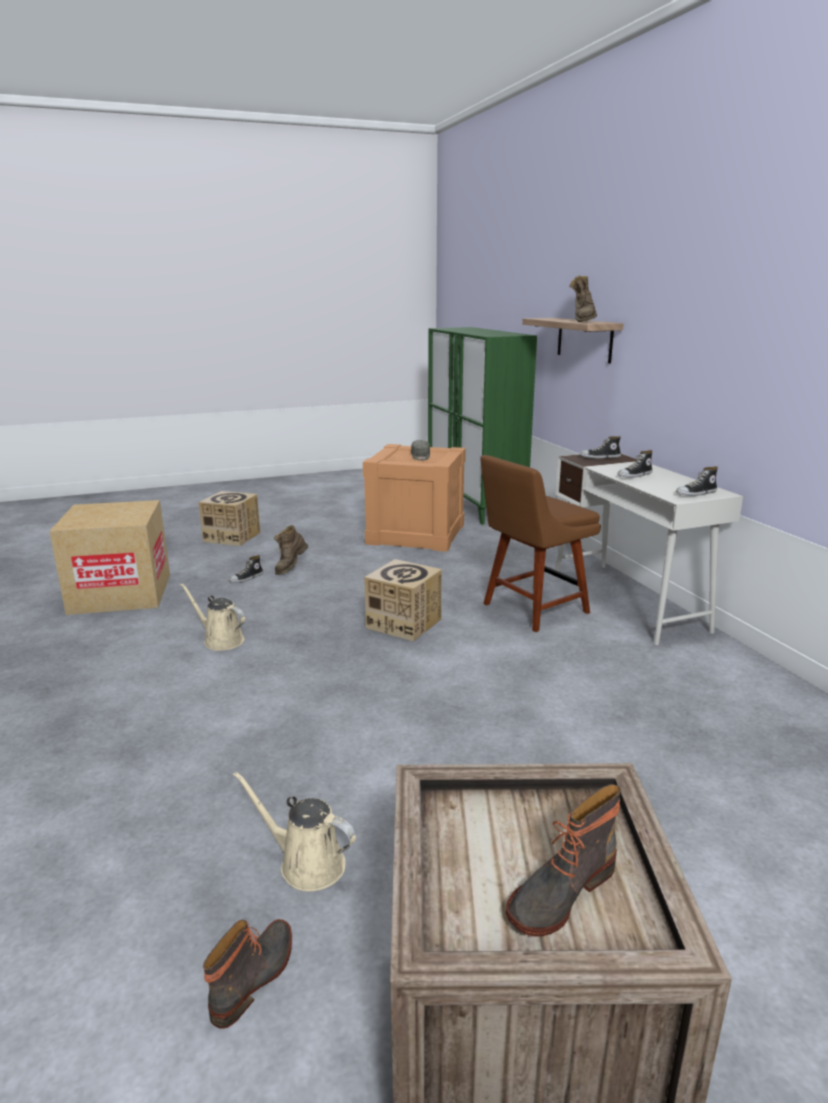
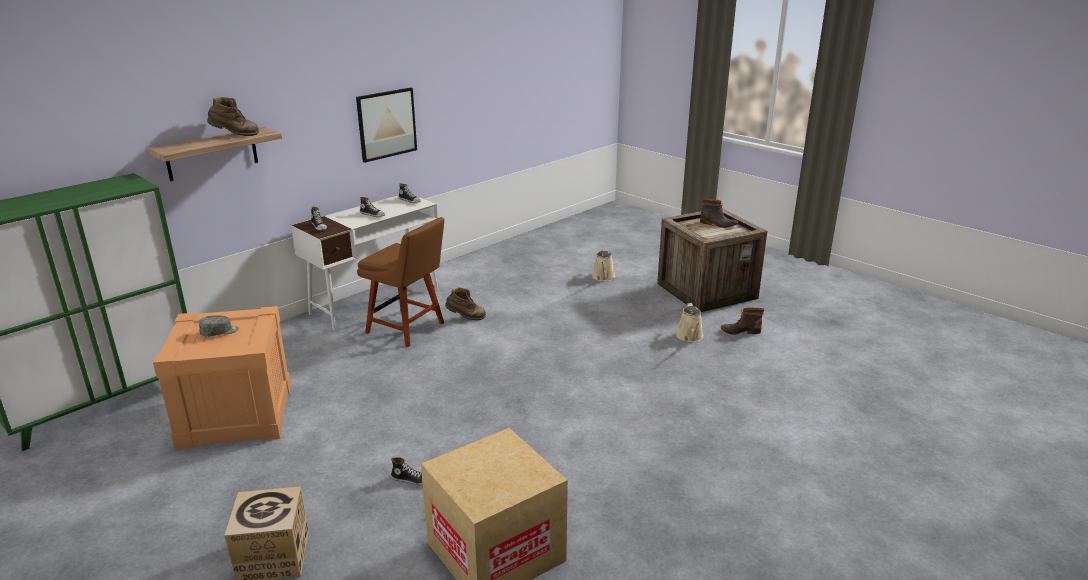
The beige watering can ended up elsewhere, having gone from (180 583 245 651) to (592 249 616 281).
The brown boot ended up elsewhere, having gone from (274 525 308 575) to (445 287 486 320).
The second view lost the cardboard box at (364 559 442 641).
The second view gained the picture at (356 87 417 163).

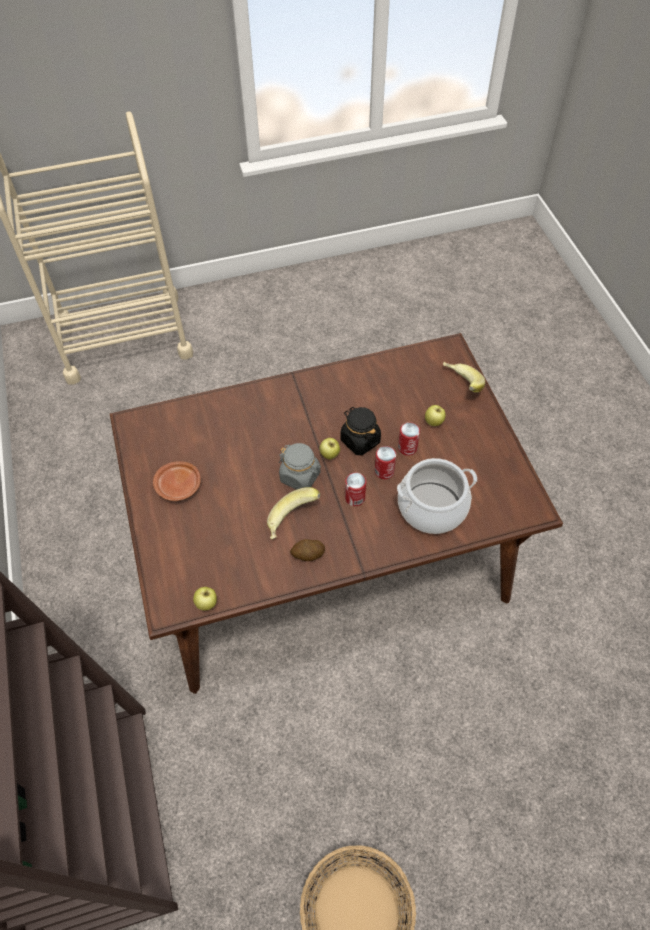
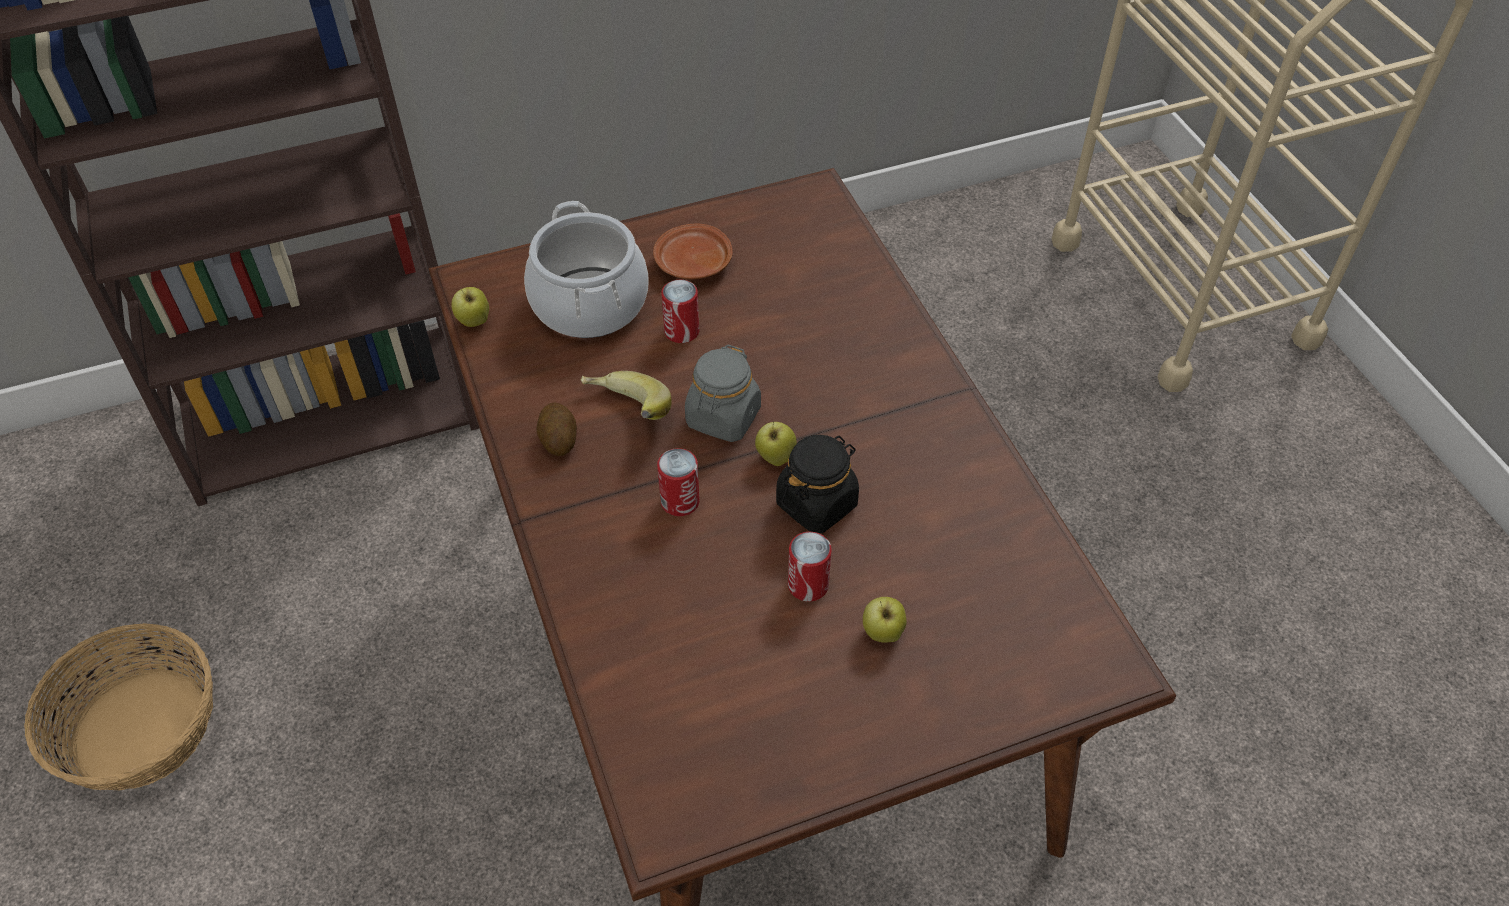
The can ended up elsewhere, having gone from (375 446 396 479) to (661 280 699 343).
The cooking pot ended up elsewhere, having gone from (397 458 477 534) to (524 201 649 338).
The second view lost the banana at (443 362 485 393).

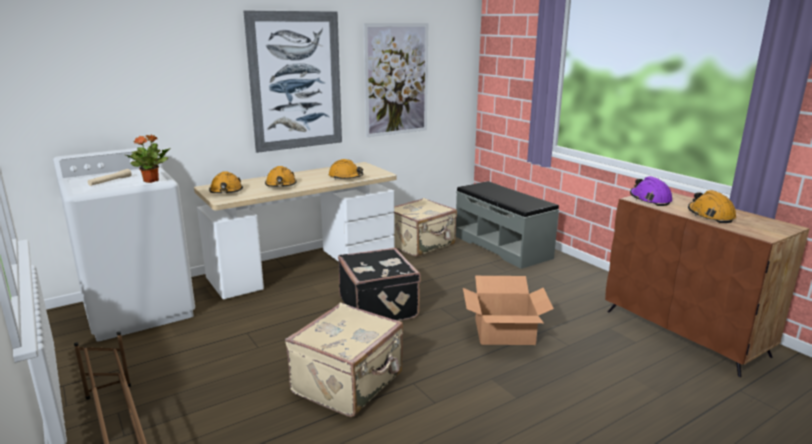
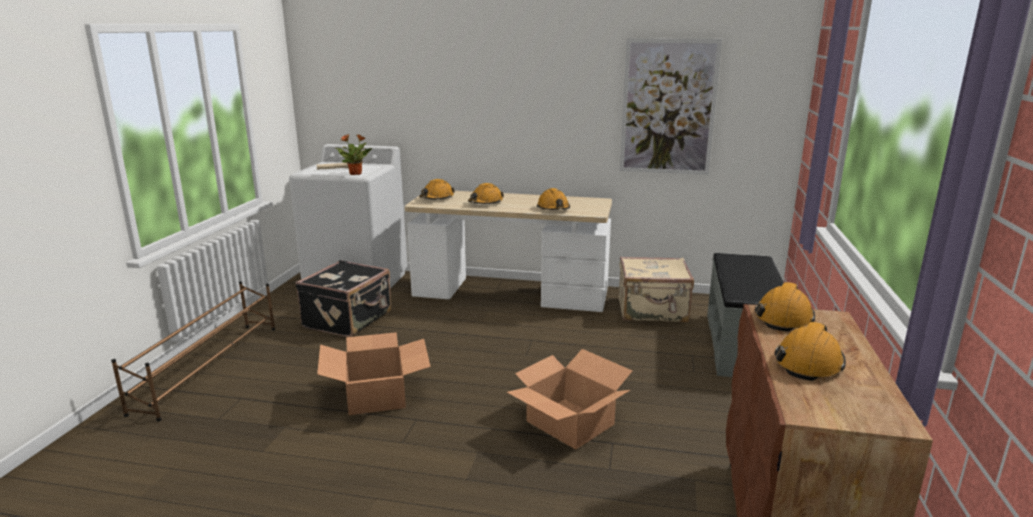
The second view lost the picture at (243 11 342 153).
Where the beige suitcase stood at (285 303 403 417), the cardboard box came to stand at (317 332 431 415).
The black suitcase ended up elsewhere, having gone from (338 248 421 321) to (295 260 392 337).
What was the purple hard hat at (630 176 673 206) turned into the orange hard hat at (755 282 815 332).

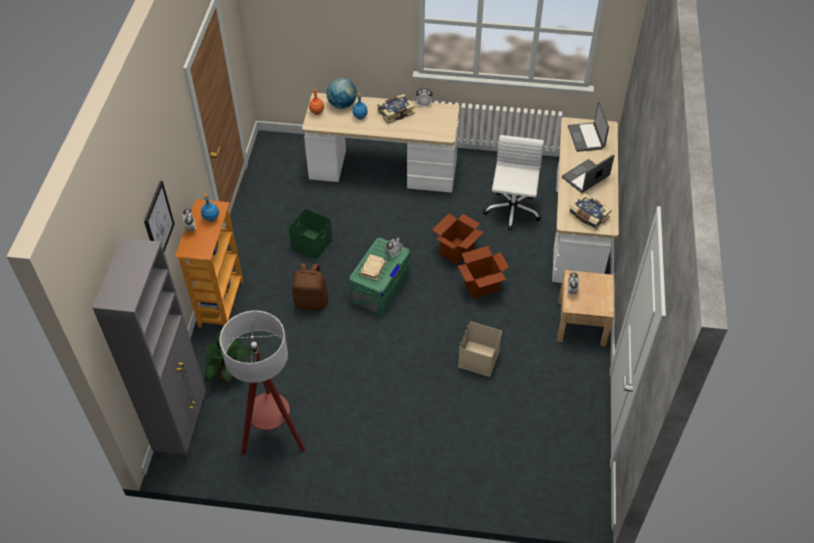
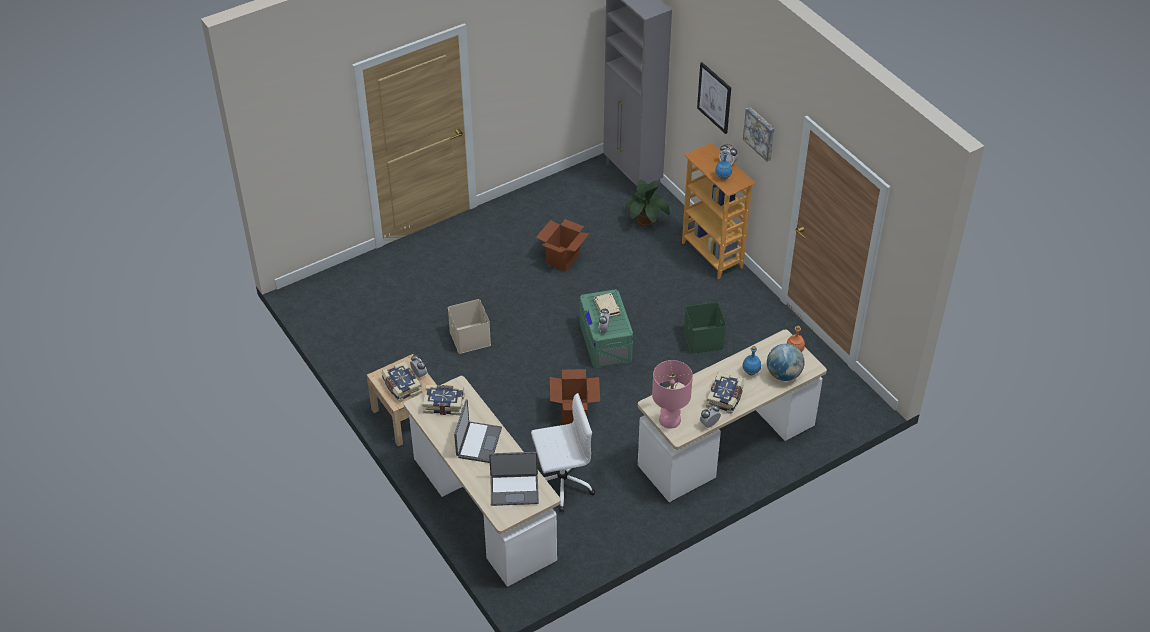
The second view lost the floor lamp at (220 311 306 455).
The second view lost the brown backpack at (292 263 328 310).
The cardboard box ended up elsewhere, having gone from (458 246 509 299) to (536 219 590 271).
The white office chair at (483 135 544 231) ended up facing another way, 75 degrees counterclockwise from before.
The laptop at (568 102 609 152) ended up facing another way, 135 degrees clockwise from before.
The second view gained the book at (382 361 422 402).
The second view gained the pink table lamp at (652 360 693 429).
The second view gained the picture at (743 107 775 161).

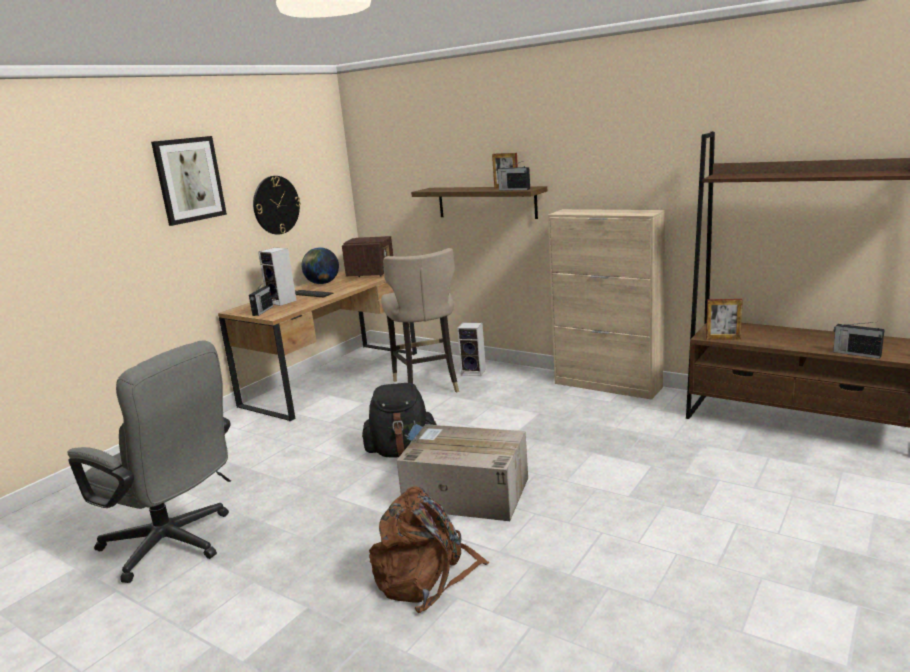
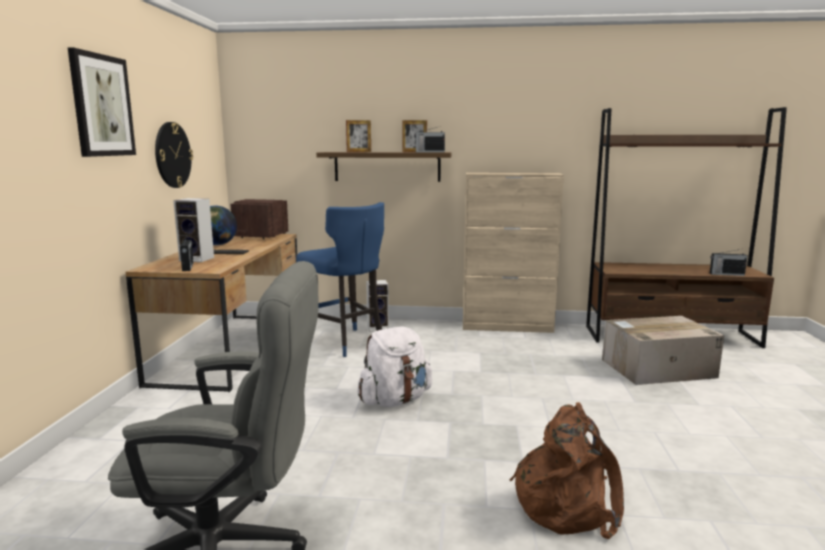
The radio at (342 236 393 277) ended up facing another way, 150 degrees counterclockwise from before.
What was the black backpack at (362 383 437 458) turned into the white backpack at (357 327 432 407).
What was the beige stool at (381 248 459 392) turned into the blue stool at (296 202 384 357).
The cardboard box ended up elsewhere, having gone from (397 424 528 521) to (602 316 724 385).
The picture frame ended up elsewhere, having gone from (706 299 743 339) to (346 120 371 152).

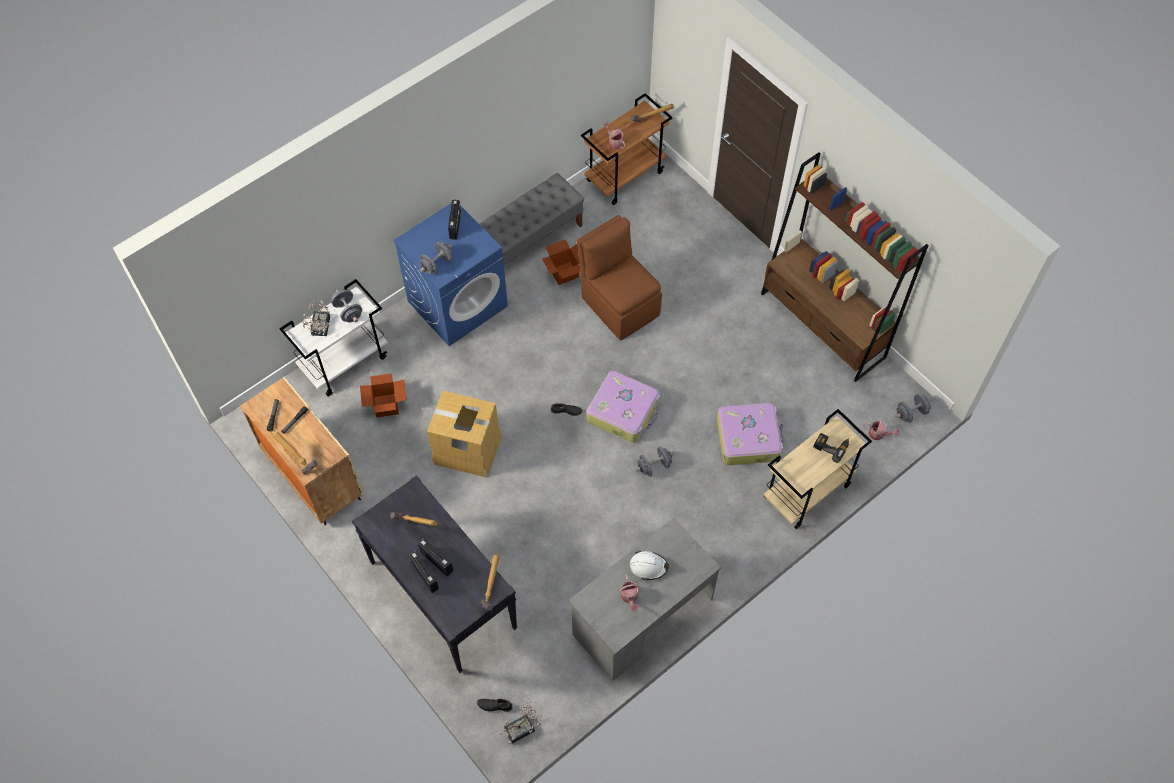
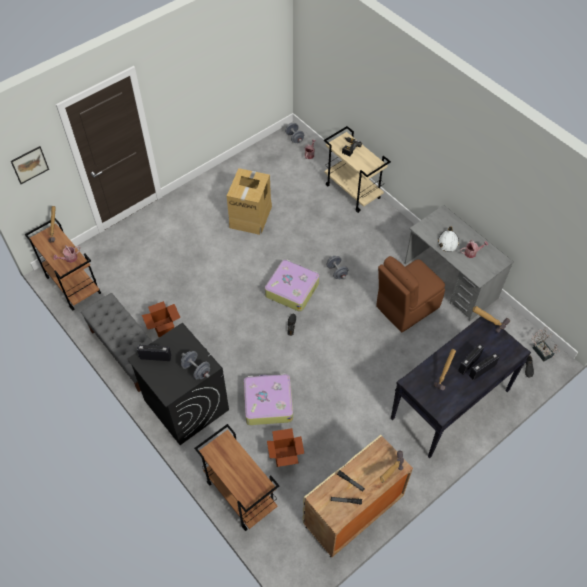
What was the white cart at (279 279 388 396) turned into the brown cart at (194 424 279 531).
The second view lost the potted plant at (302 300 330 336).
The second view lost the grey dumbbell at (331 289 362 322).
What was the blue washing machine at (393 203 508 346) turned into the black washing machine at (127 323 229 445).
The cardboard box ended up elsewhere, having gone from (427 391 502 477) to (227 168 272 235).
The brown chair ended up elsewhere, having gone from (577 215 662 340) to (376 256 445 332).
The suitcase ended up elsewhere, having gone from (717 403 784 465) to (244 373 293 425).
The second view lost the brown bookcase at (761 152 928 382).
The second view gained the picture at (11 146 49 184).

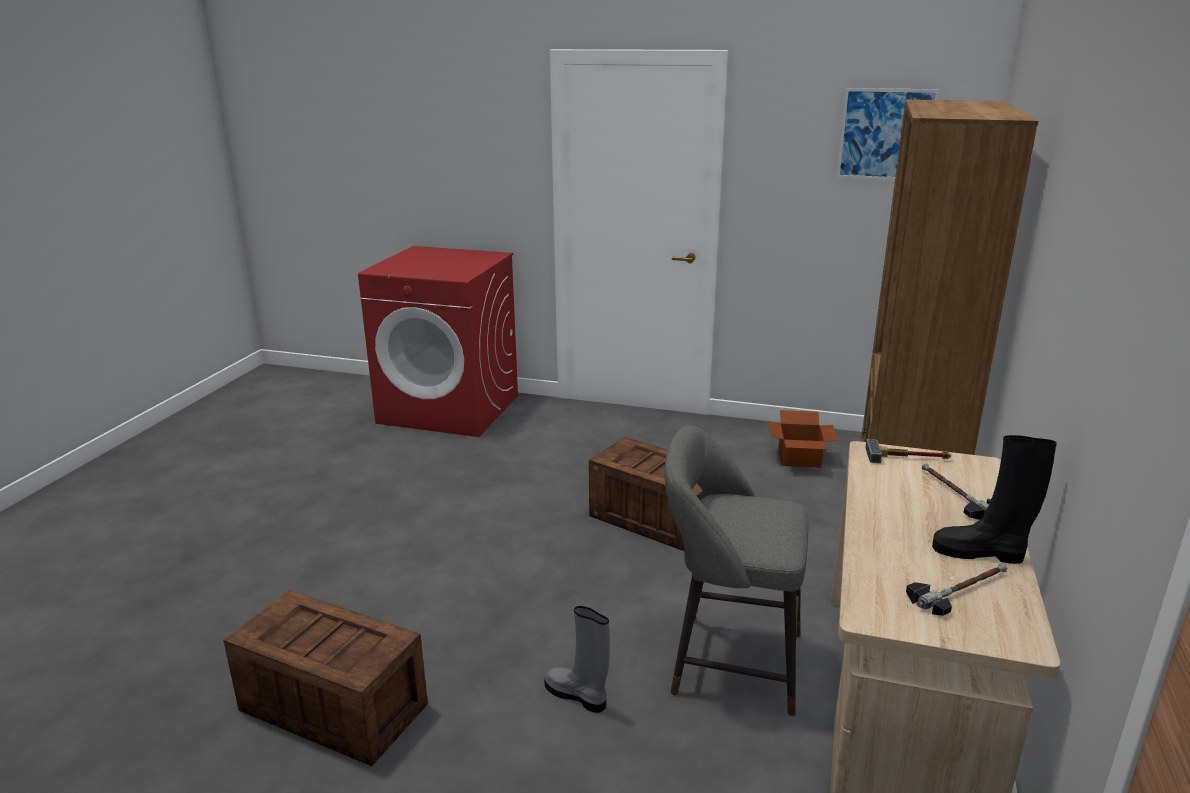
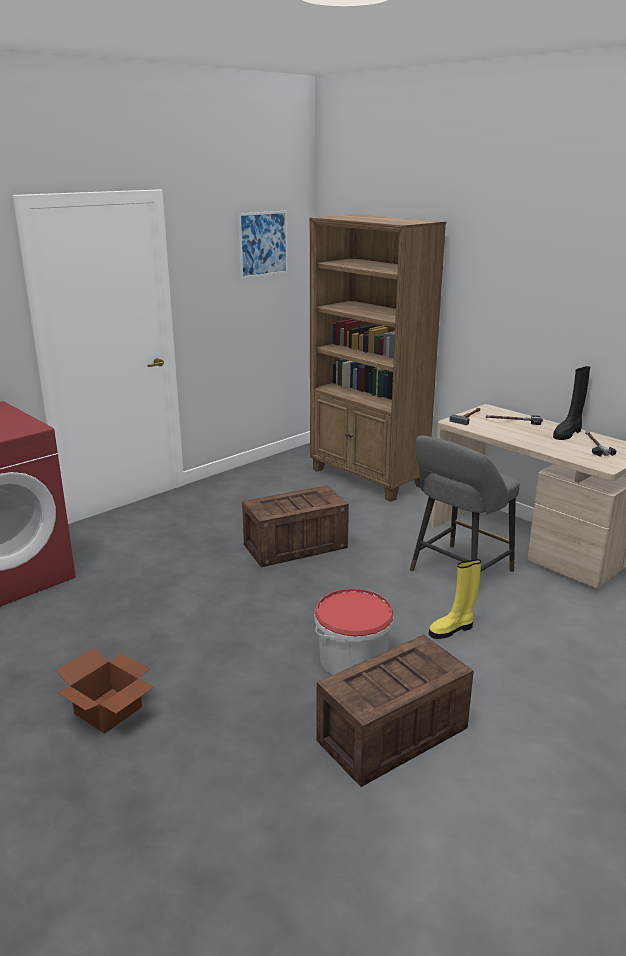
What was the grey boot at (544 606 610 713) turned into the yellow boot at (429 559 481 639).
The cardboard box ended up elsewhere, having gone from (768 410 838 468) to (56 647 154 734).
The second view gained the bucket at (314 589 394 675).

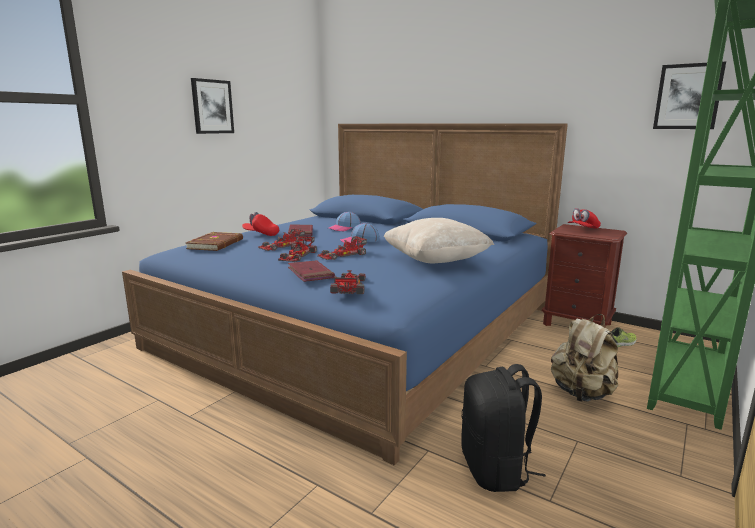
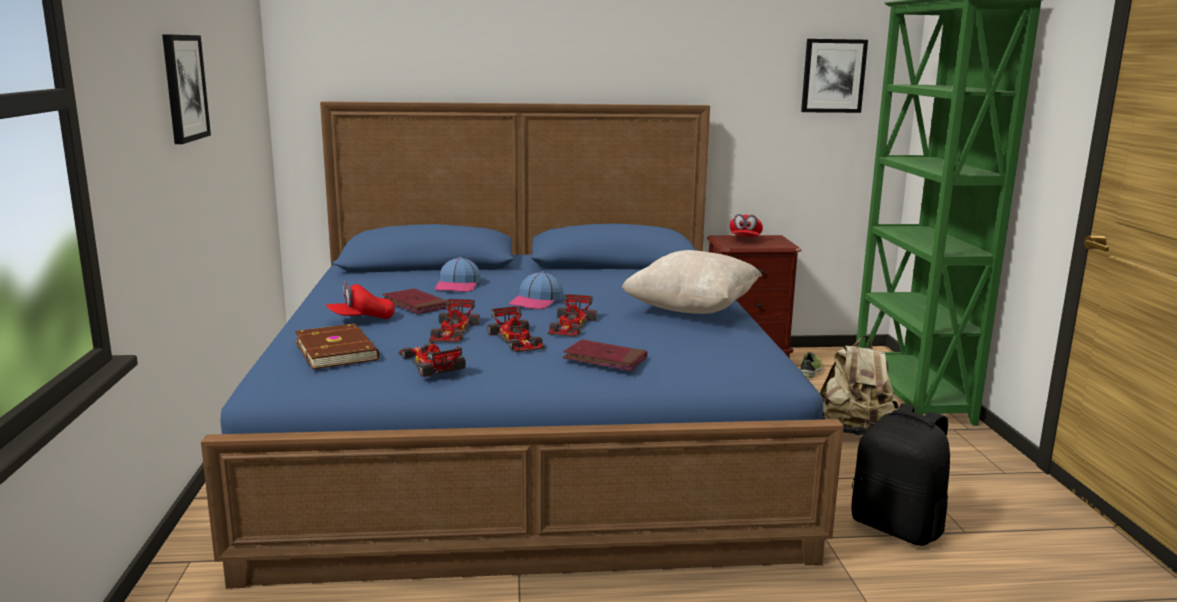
The toy car ended up elsewhere, having gone from (330 270 366 294) to (398 340 466 377).

